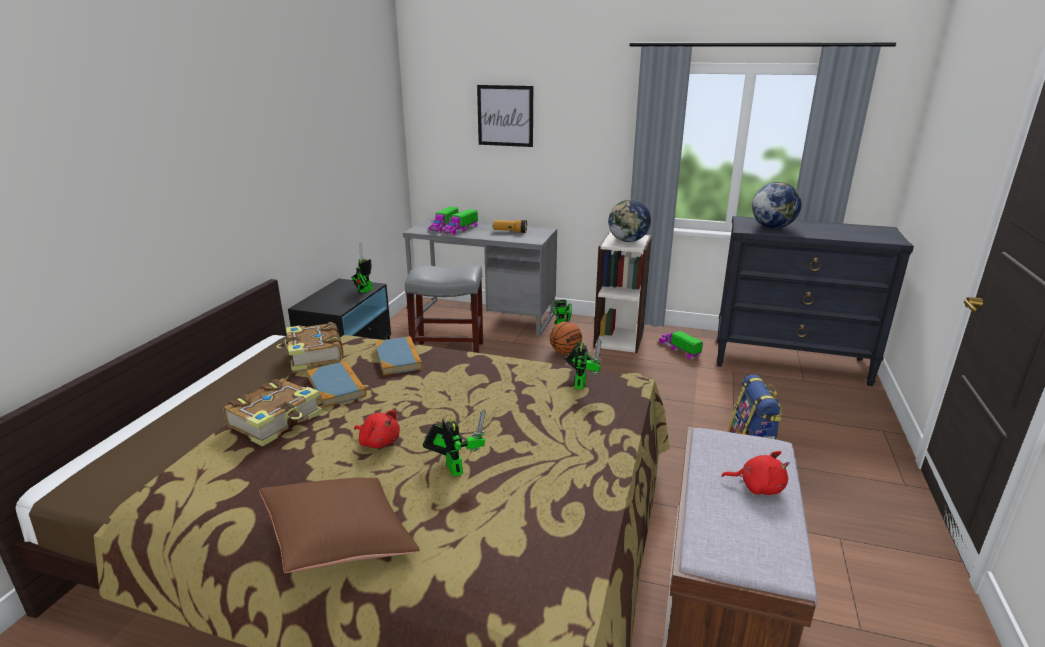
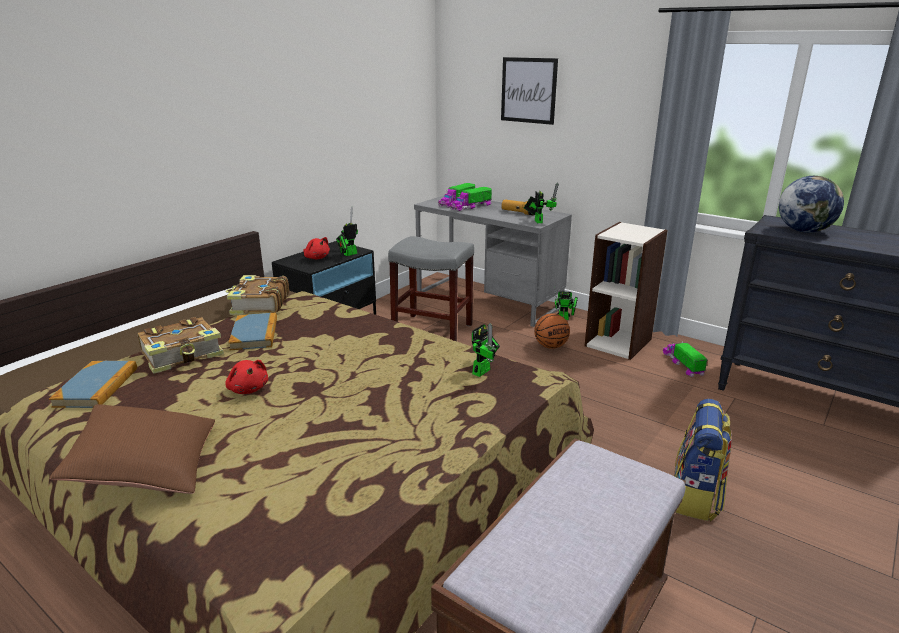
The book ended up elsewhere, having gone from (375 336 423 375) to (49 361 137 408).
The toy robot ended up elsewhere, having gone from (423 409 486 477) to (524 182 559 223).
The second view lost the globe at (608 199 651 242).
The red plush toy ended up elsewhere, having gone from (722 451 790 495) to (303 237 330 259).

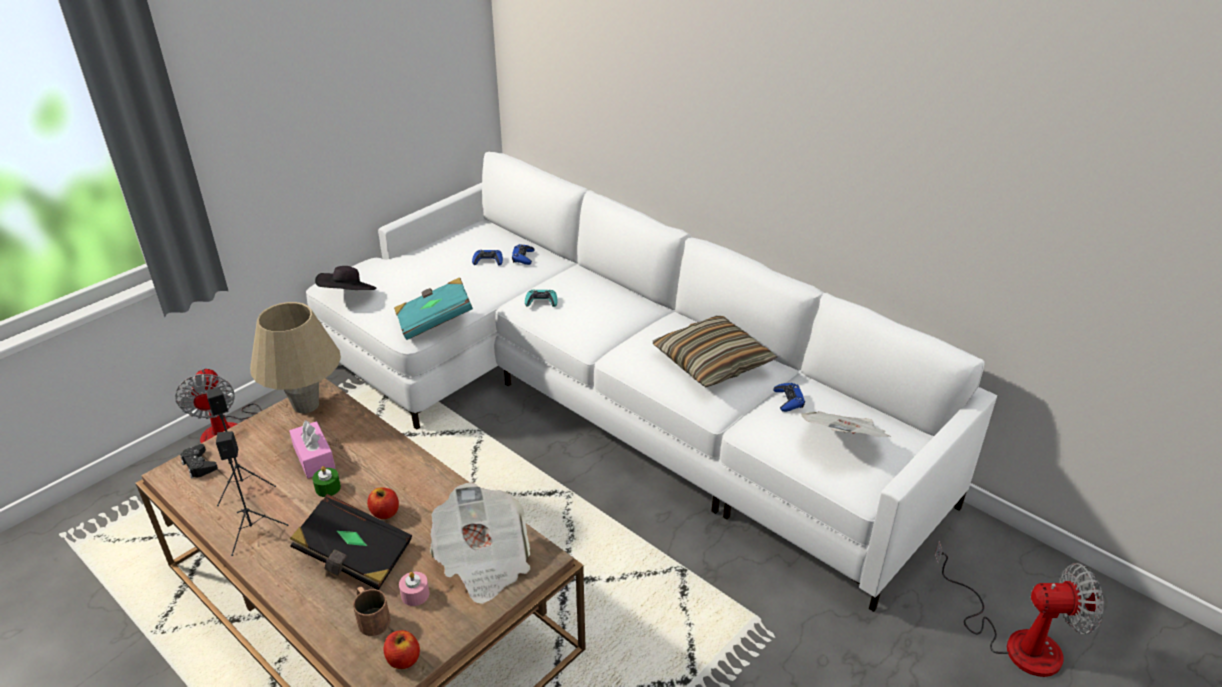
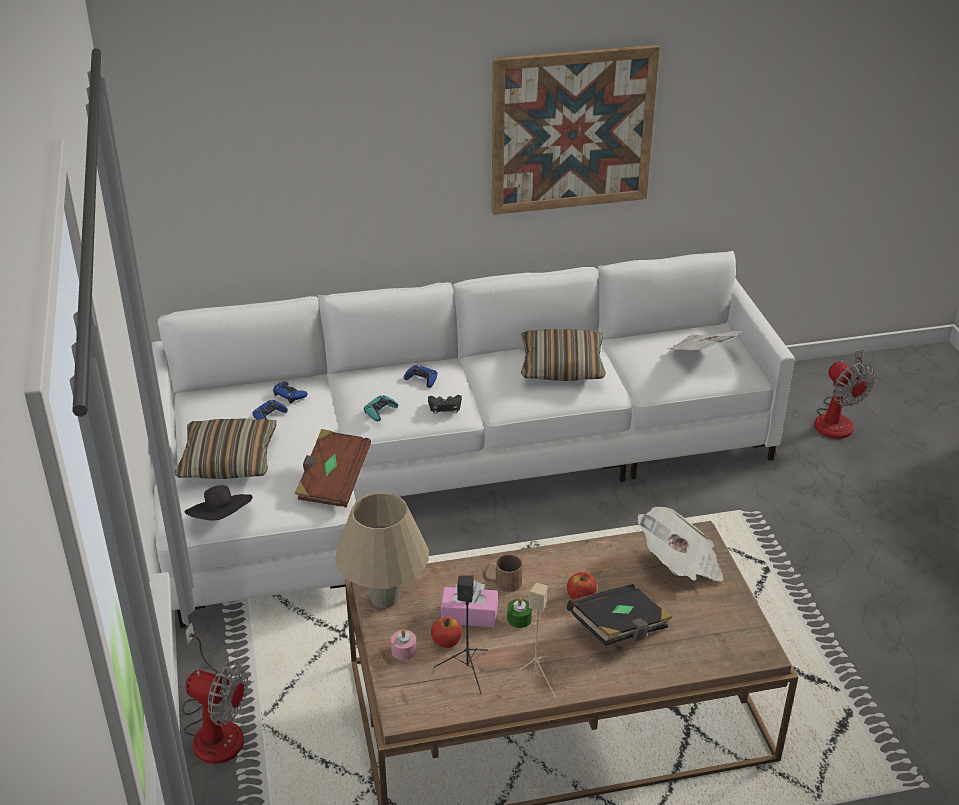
The black game controller ended up elsewhere, having gone from (180 444 218 478) to (428 395 462 414).
What was the black speaker at (216 431 288 556) turned into the beige speaker at (501 582 558 701).
The brown mug ended up elsewhere, having gone from (353 586 391 636) to (482 554 522 592).
The apple ended up elsewhere, having gone from (383 630 420 669) to (431 617 462 648).
What was the turquoise book at (394 277 473 340) turned into the brown book at (295 429 371 507).
The pink candle ended up elsewhere, having gone from (399 572 429 606) to (391 629 417 660).
The blue game controller ended up elsewhere, having gone from (773 383 805 412) to (404 365 438 388).
The fan at (935 541 1104 677) ended up facing another way, 120 degrees clockwise from before.
The second view gained the pillow at (174 419 276 479).
The second view gained the picture at (492 45 660 215).

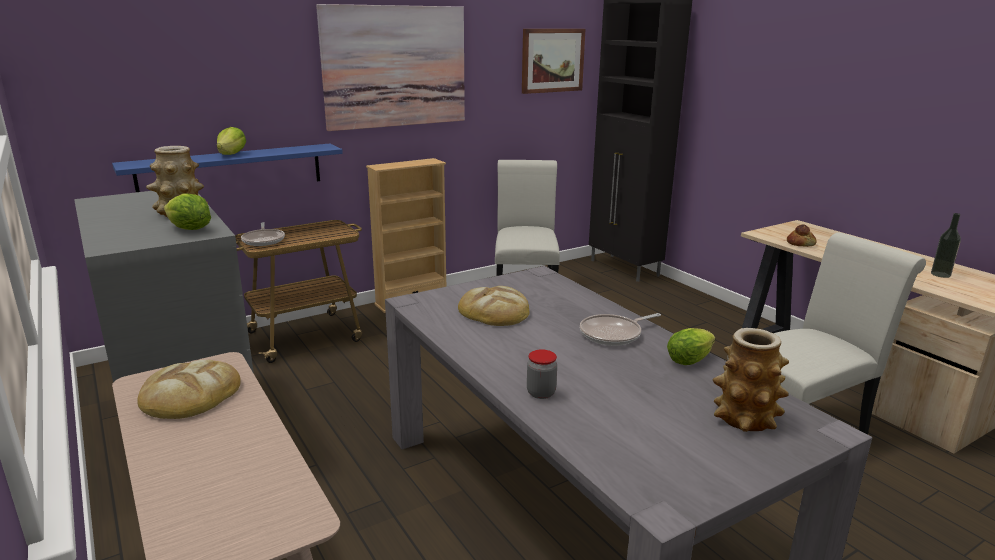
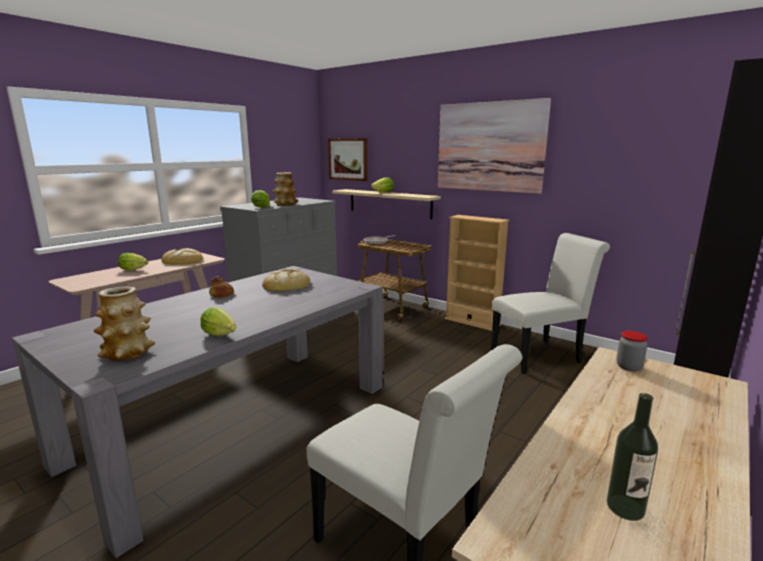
What was the blue shelf at (112 144 343 192) turned into the beige shelf at (332 189 441 219).
The picture ended up elsewhere, having gone from (522 29 586 94) to (328 138 368 181).
The jar ended up elsewhere, having gone from (527 350 557 399) to (616 331 648 371).
The second view lost the frying pan at (580 313 661 346).
The bread ended up elsewhere, having gone from (787 224 816 247) to (209 276 234 298).
The second view gained the lettuce at (118 253 148 270).

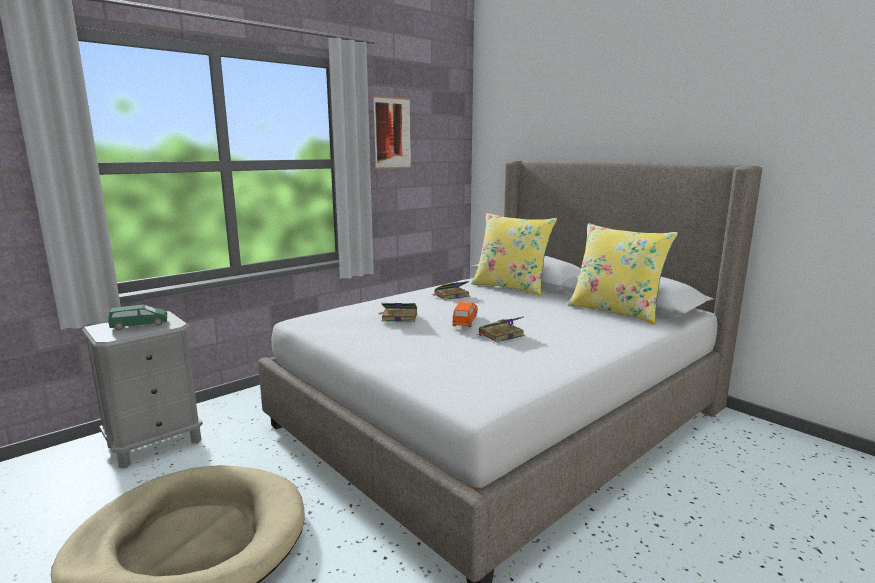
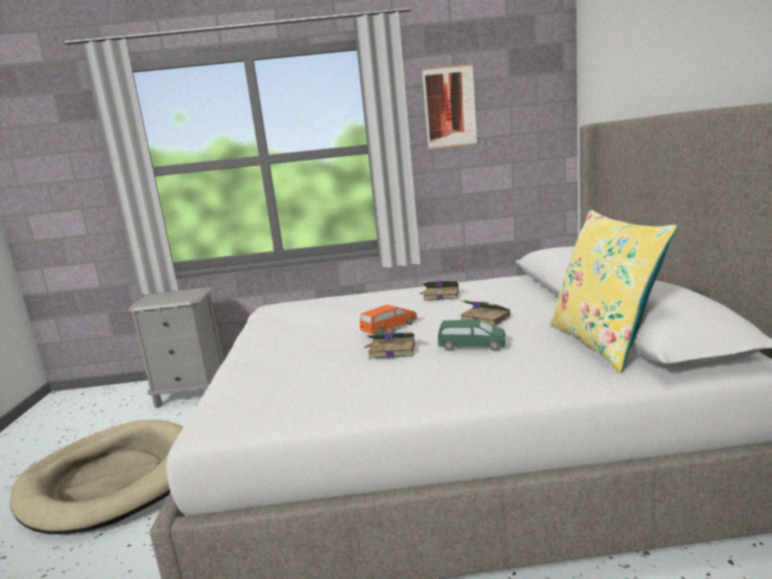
The green toy car ended up elsewhere, having gone from (108 304 167 331) to (438 320 506 351).
The book ended up elsewhere, having gone from (380 303 417 322) to (460 299 510 326).
The second view lost the yellow pillow at (471 213 557 296).

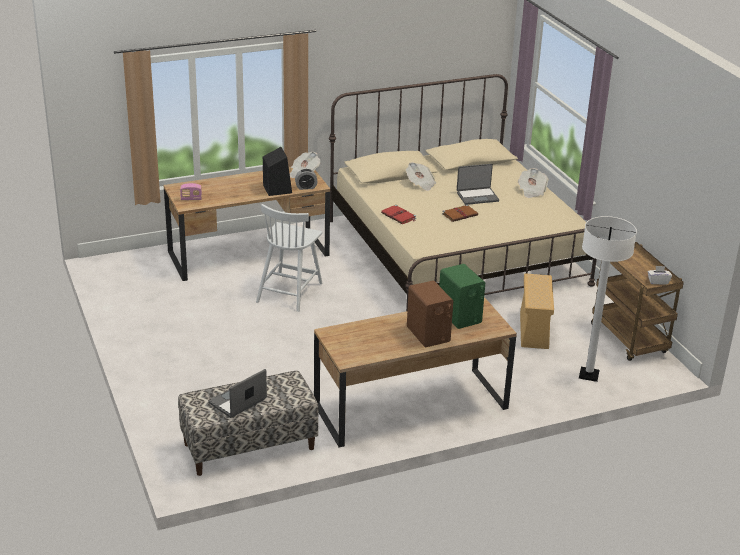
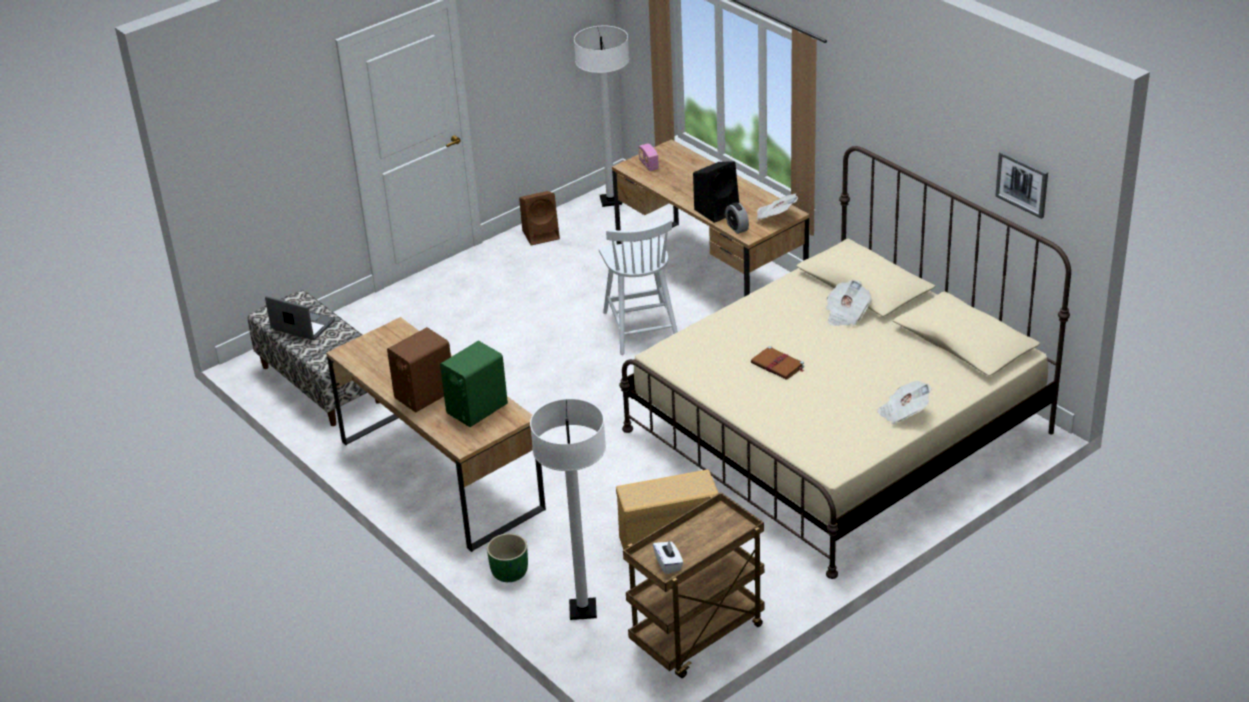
The white chair at (256 204 322 312) ended up facing another way, 105 degrees counterclockwise from before.
The second view lost the red book at (381 205 416 224).
The second view lost the laptop at (457 164 499 205).
The second view gained the green planter at (487 533 528 582).
The second view gained the brown speaker at (519 191 560 245).
The second view gained the white floor lamp at (574 26 629 207).
The second view gained the picture at (995 151 1048 219).

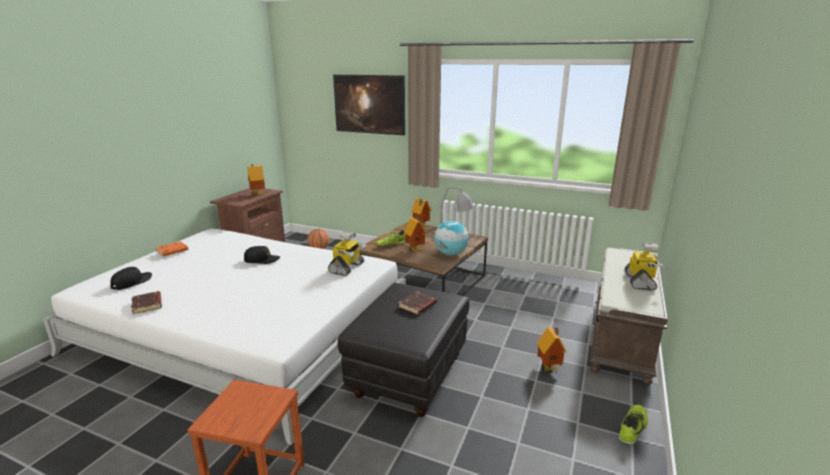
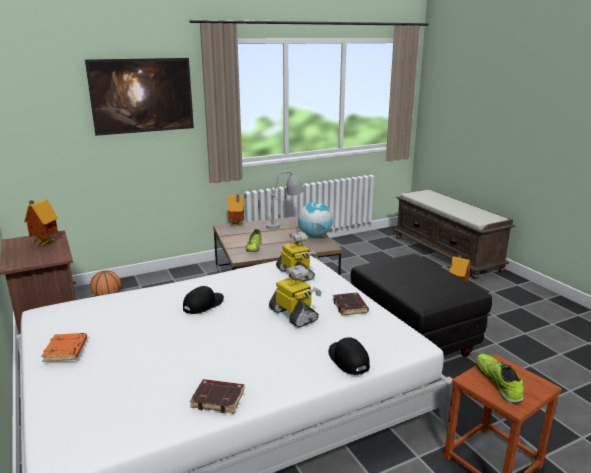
The black cap ended up elsewhere, having gone from (110 267 152 290) to (329 337 370 375).
The brown book ended up elsewhere, having gone from (399 291 437 315) to (333 293 369 315).
The second view lost the toy house at (404 216 427 252).
The shoe ended up elsewhere, having gone from (618 405 648 445) to (476 354 524 403).
The toy robot ended up elsewhere, having gone from (625 242 665 291) to (269 265 322 327).

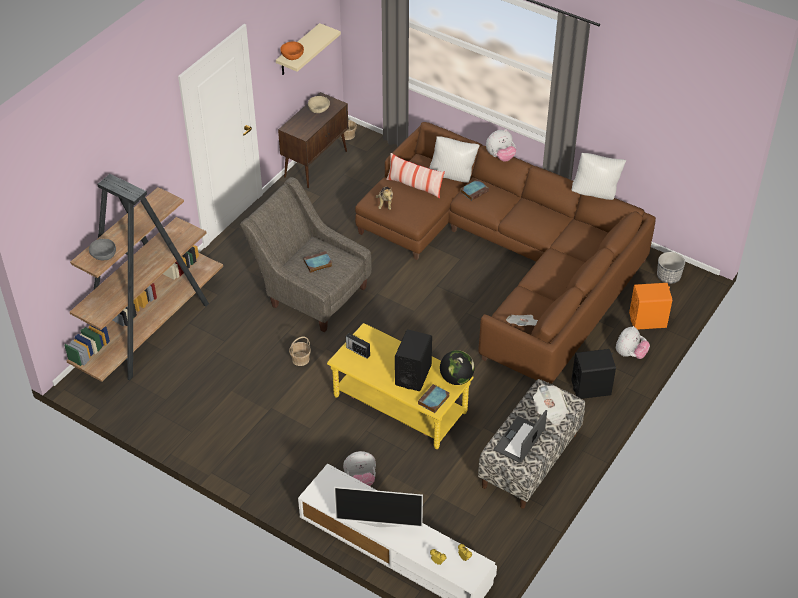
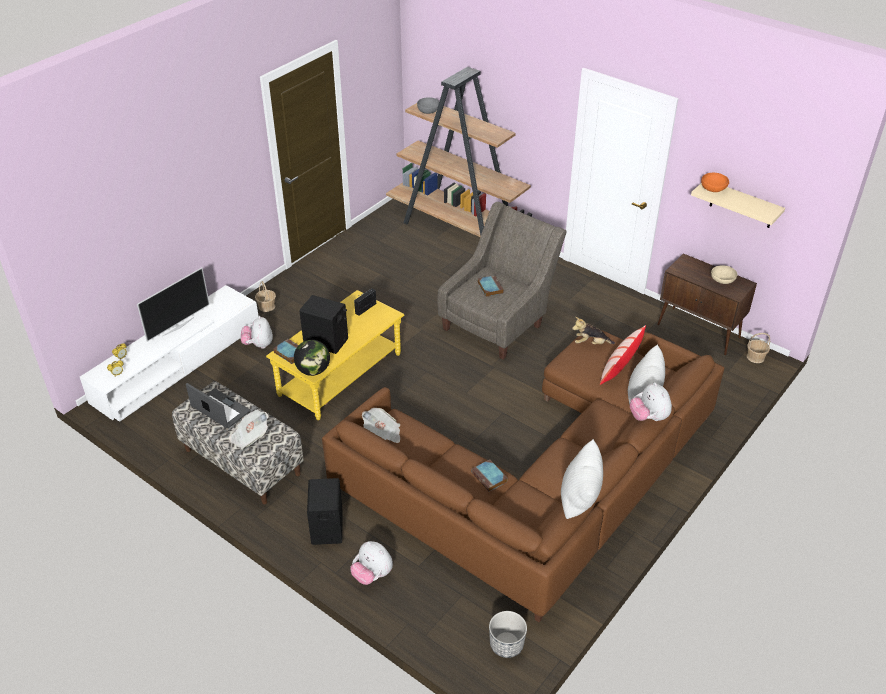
The basket ended up elsewhere, having gone from (289 336 311 366) to (255 281 276 312).
The television at (334 487 423 527) ended up facing another way, 150 degrees counterclockwise from before.
The book ended up elsewhere, having gone from (460 179 489 201) to (471 459 507 492).
The second view lost the orange speaker at (629 283 672 330).

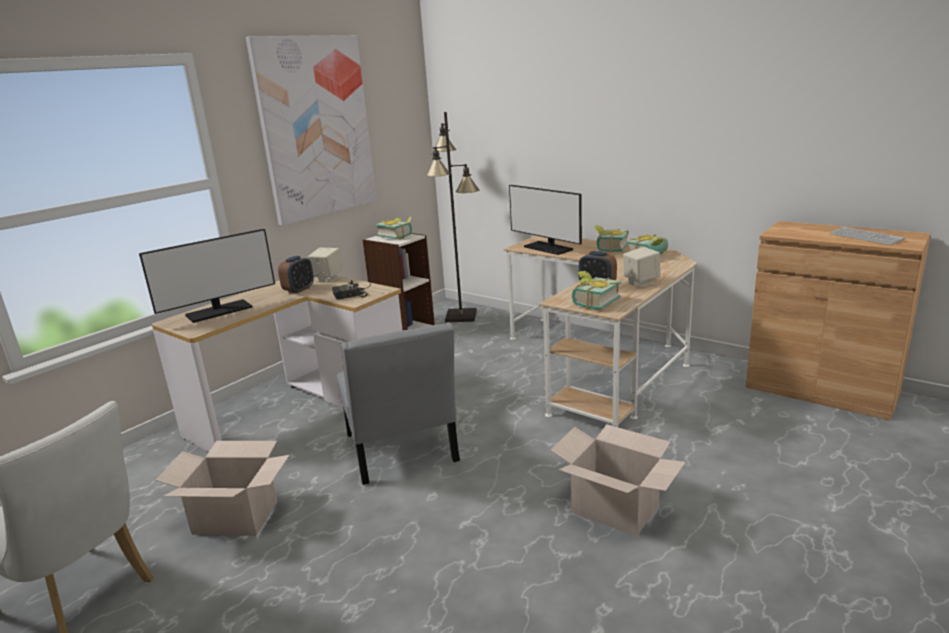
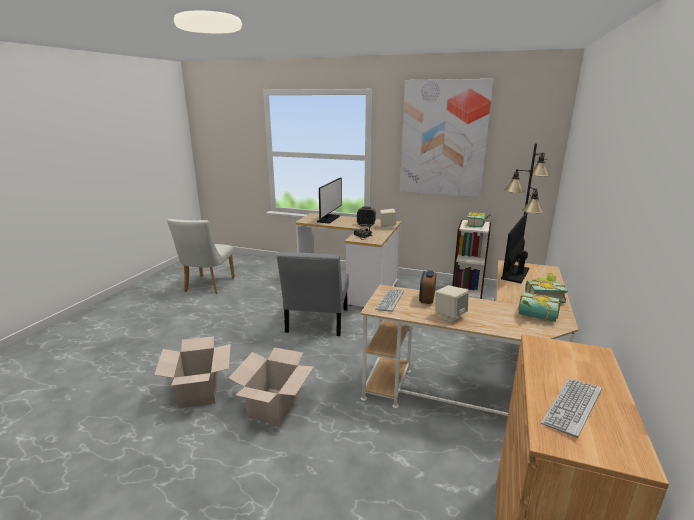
The monitor at (139 229 275 323) ended up facing another way, 105 degrees counterclockwise from before.
The cardboard box ended up elsewhere, having gone from (155 441 289 536) to (154 336 231 408).
The grey chair at (336 322 460 485) ended up facing another way, 45 degrees counterclockwise from before.
Where the book stood at (572 271 621 310), the keyboard came to stand at (375 289 404 312).

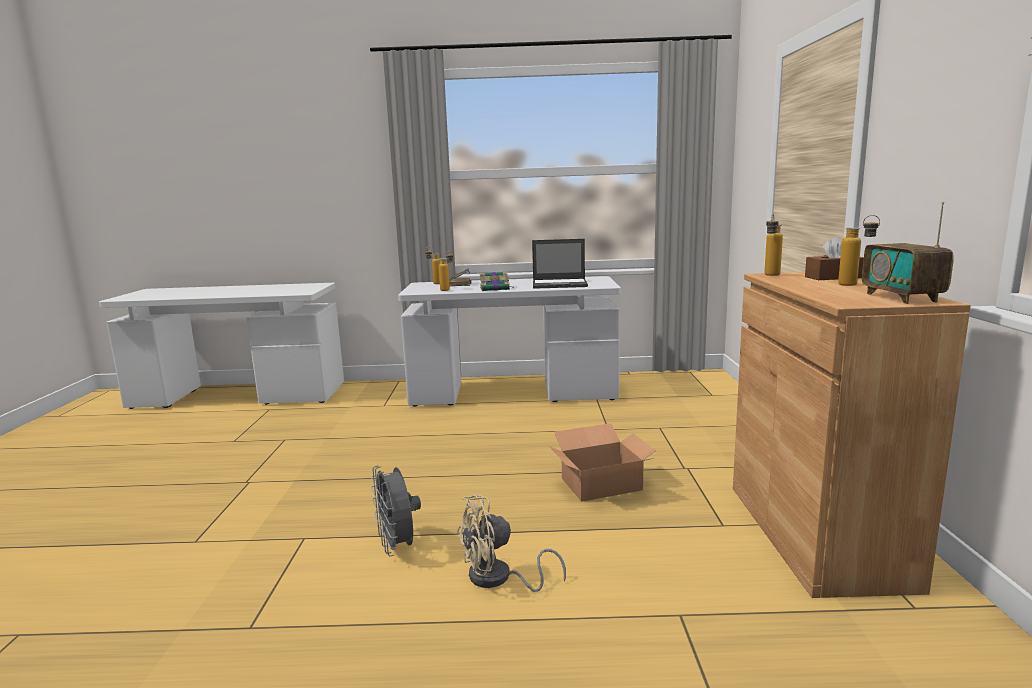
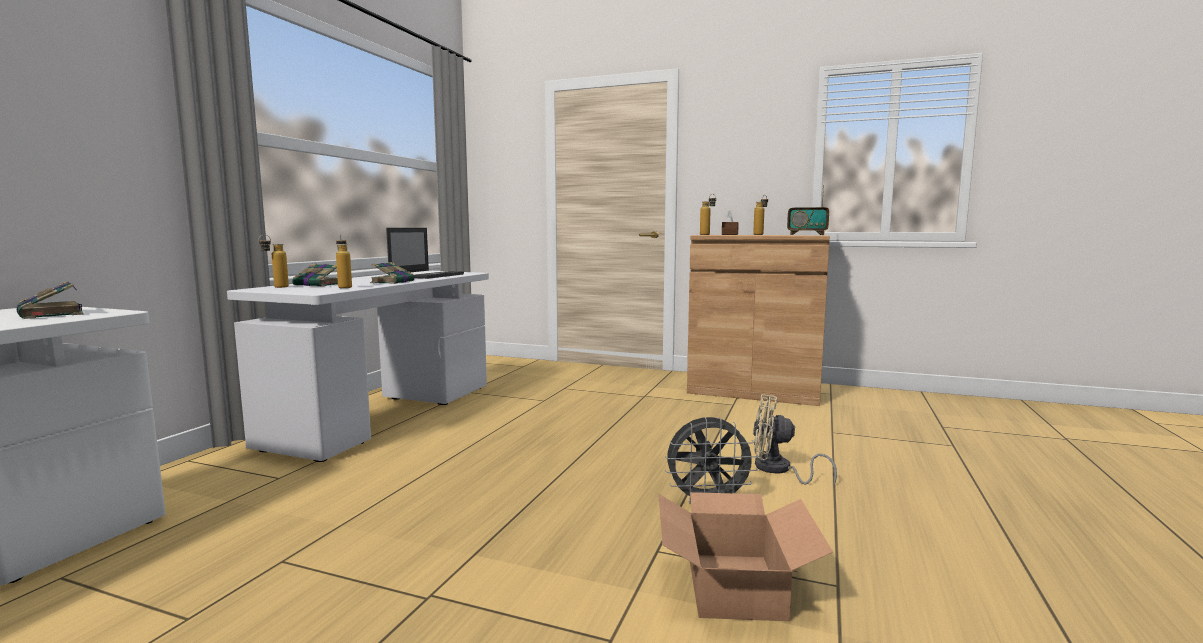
The beige fan at (457 495 566 592) ended up facing another way, 105 degrees clockwise from before.
The cardboard box ended up elsewhere, having gone from (549 423 656 501) to (658 492 833 621).
The second view gained the book at (16 281 83 319).

